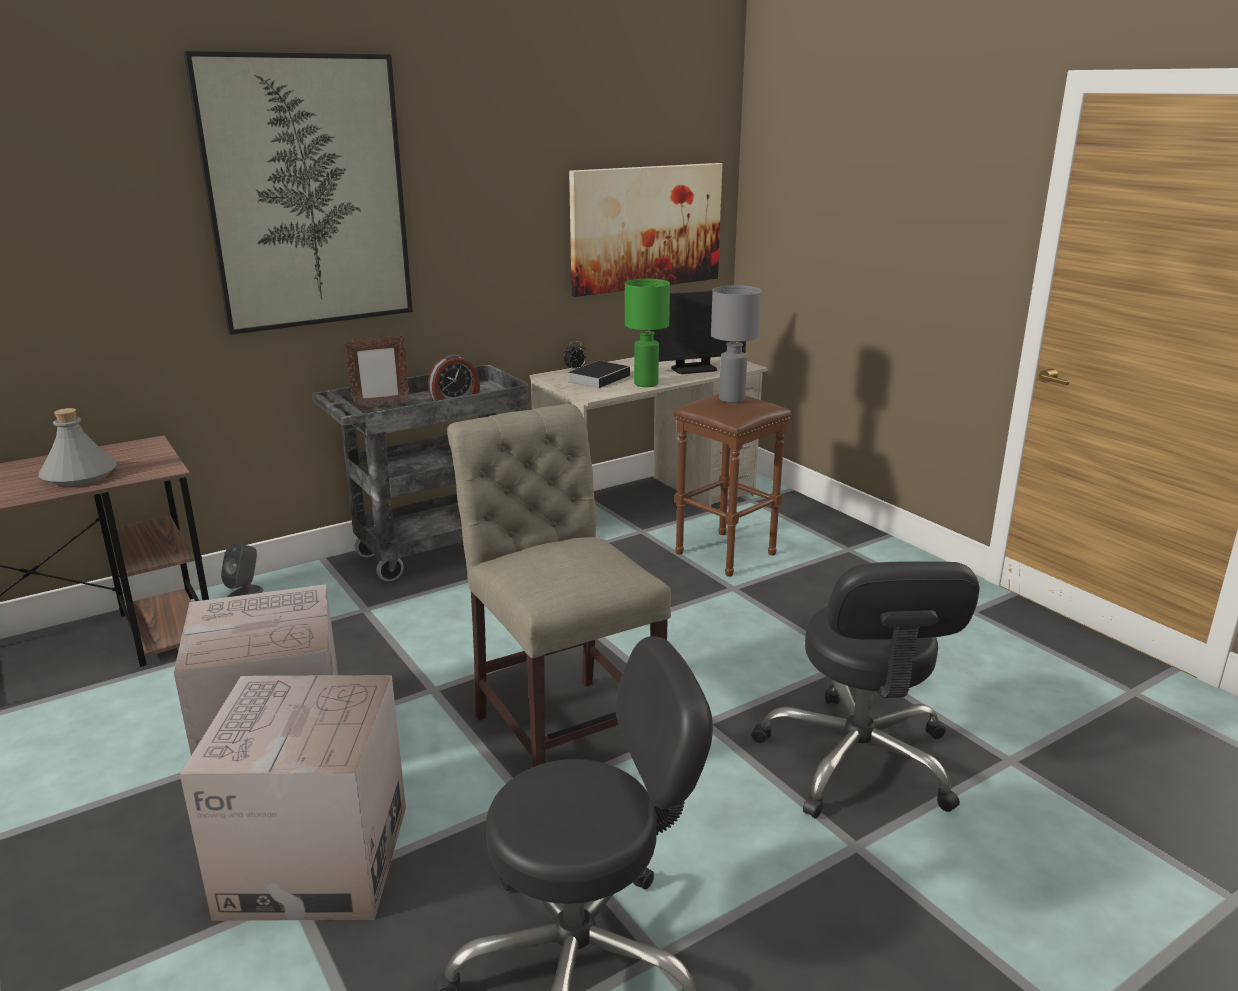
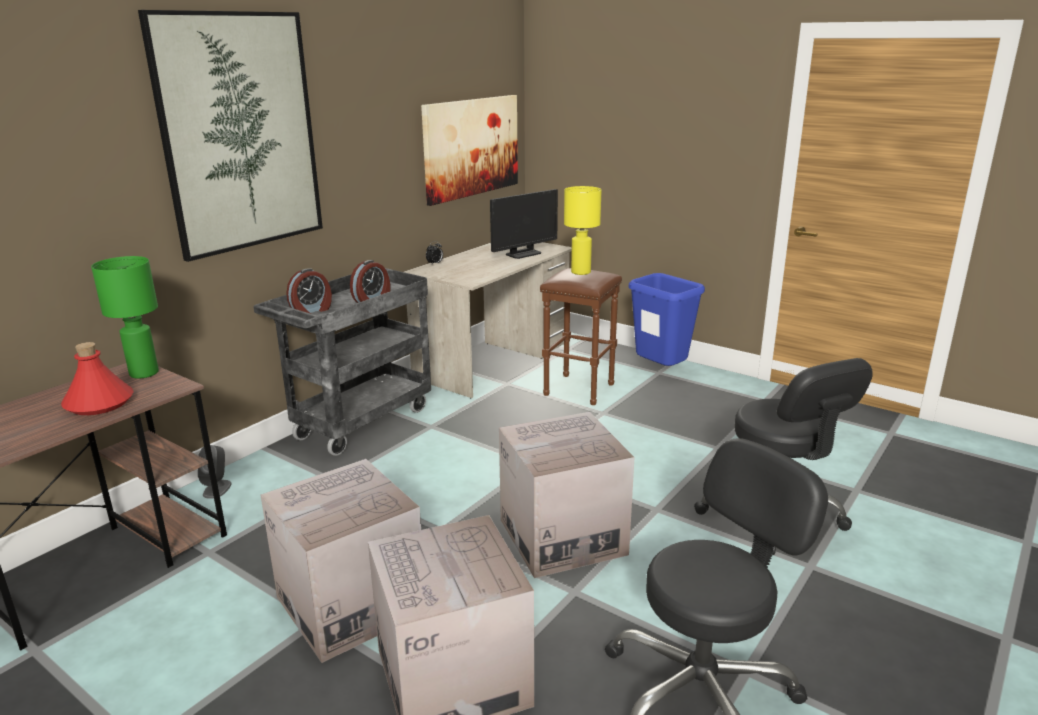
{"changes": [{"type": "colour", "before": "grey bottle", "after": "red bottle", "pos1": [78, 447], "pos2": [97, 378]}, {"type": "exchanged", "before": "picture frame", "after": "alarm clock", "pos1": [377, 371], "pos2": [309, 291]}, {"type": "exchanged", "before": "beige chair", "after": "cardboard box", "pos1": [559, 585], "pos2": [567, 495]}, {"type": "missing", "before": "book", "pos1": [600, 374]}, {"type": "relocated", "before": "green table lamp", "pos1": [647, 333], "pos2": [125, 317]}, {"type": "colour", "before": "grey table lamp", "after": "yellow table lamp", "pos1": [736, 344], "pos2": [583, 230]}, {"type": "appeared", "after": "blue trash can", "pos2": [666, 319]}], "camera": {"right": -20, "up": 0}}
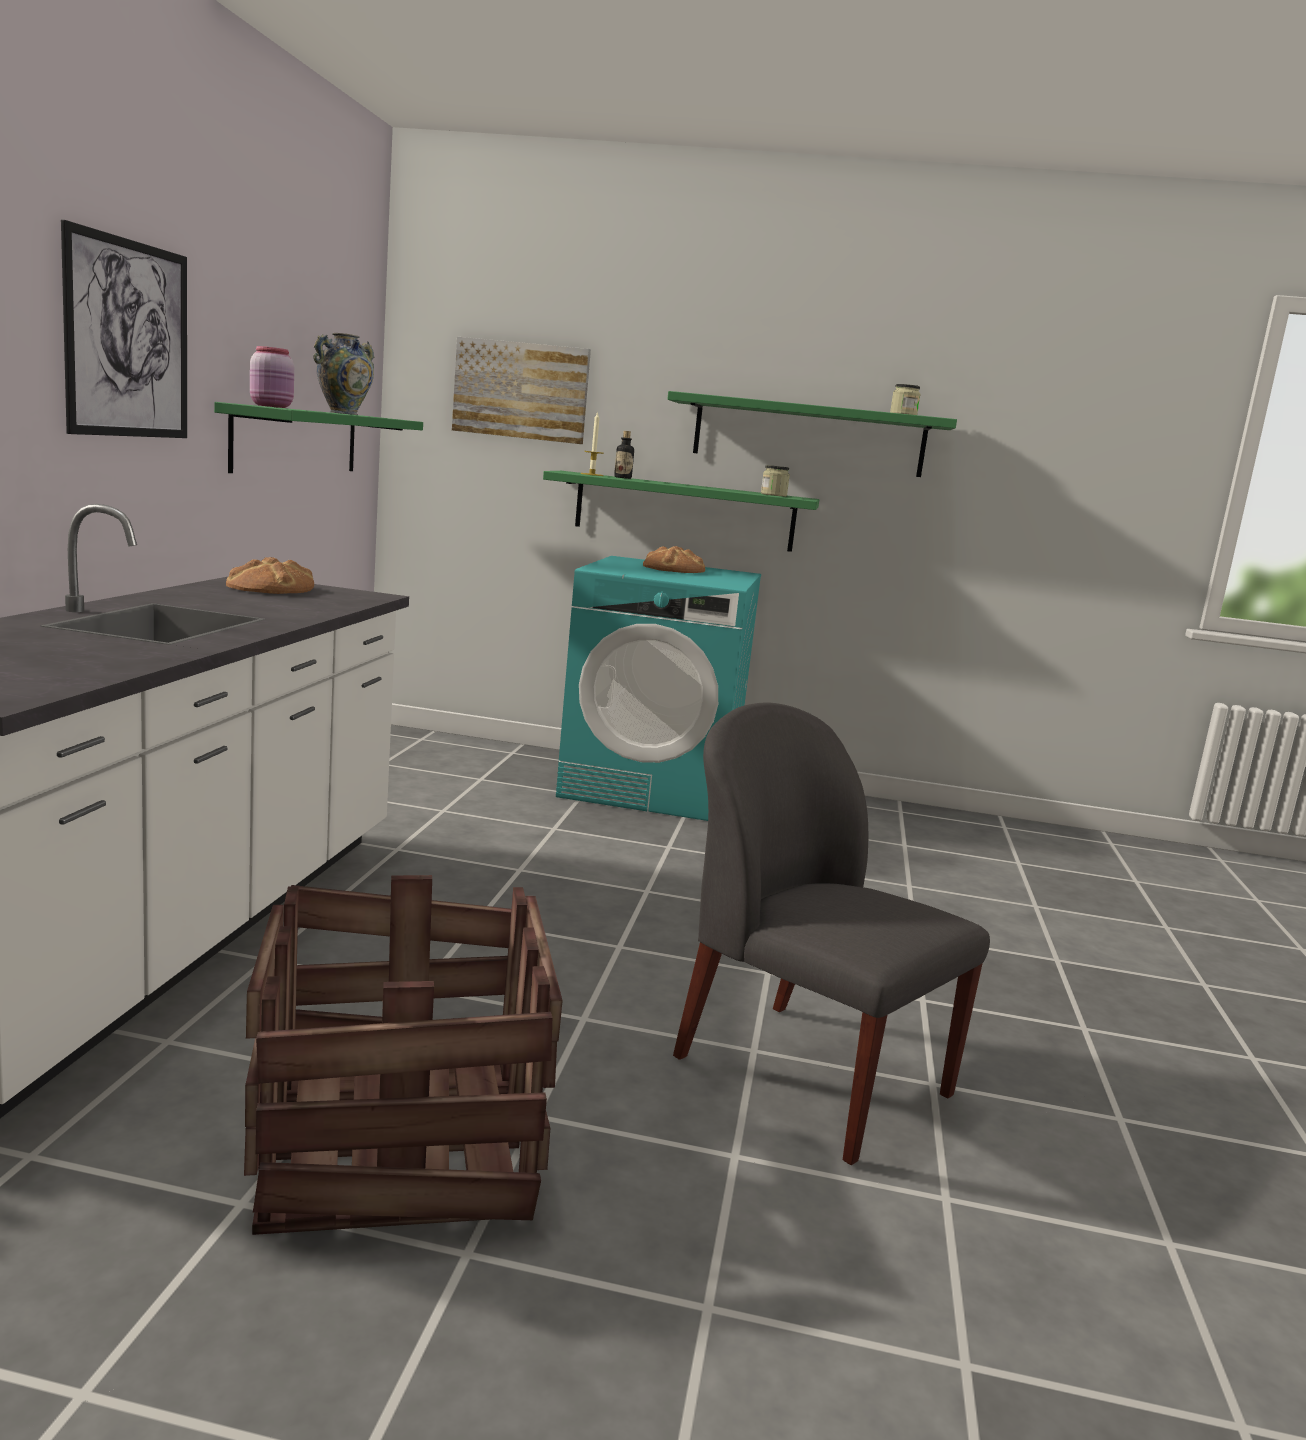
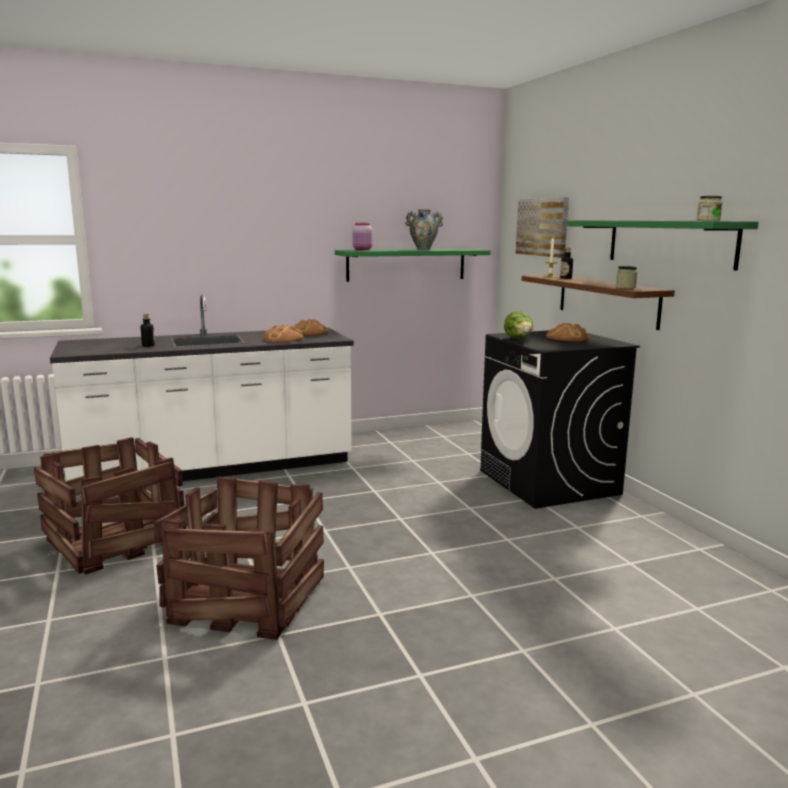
{"changes": [{"type": "missing", "before": "picture", "pos1": [124, 329]}, {"type": "colour", "before": "green shelf", "after": "brown shelf", "pos1": [681, 511], "pos2": [598, 302]}, {"type": "colour", "before": "turquoise washing machine", "after": "black washing machine", "pos1": [658, 688], "pos2": [560, 419]}, {"type": "exchanged", "before": "grey chair", "after": "crate", "pos1": [831, 934], "pos2": [239, 558]}, {"type": "appeared", "after": "bottle", "pos2": [148, 330]}, {"type": "appeared", "after": "bread", "pos2": [283, 333]}, {"type": "appeared", "after": "lettuce", "pos2": [518, 325]}], "camera": {"right": 60, "up": 0}}
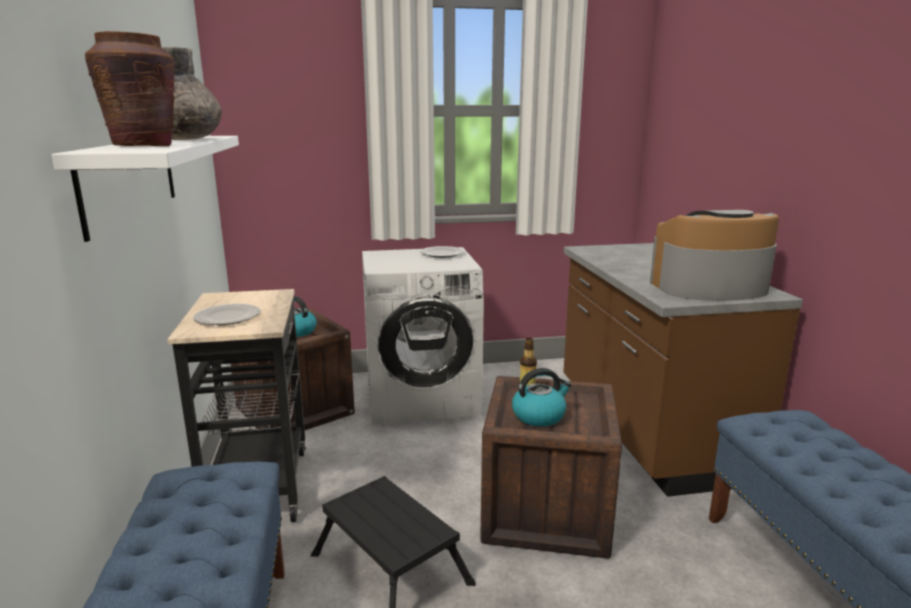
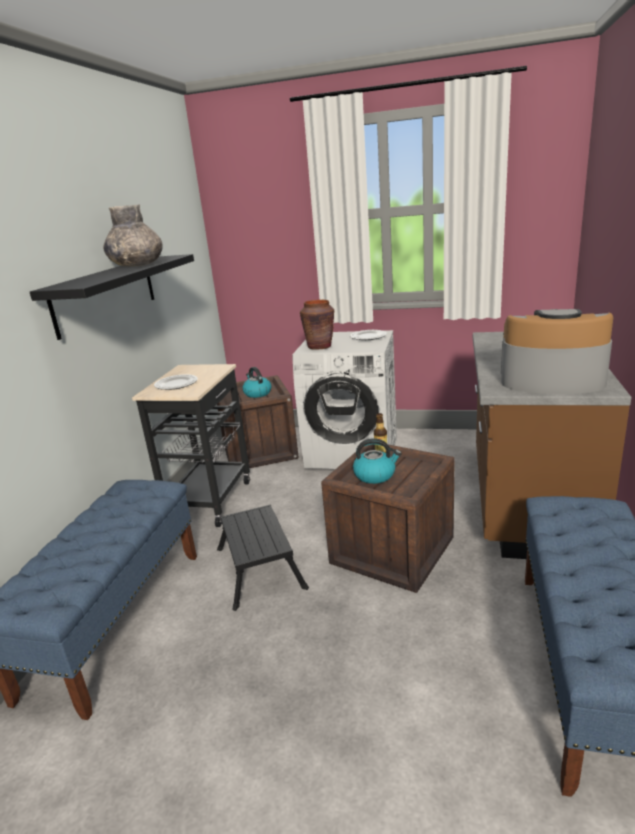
{"changes": [{"type": "colour", "before": "white shelf", "after": "black shelf", "pos1": [145, 189], "pos2": [112, 297]}, {"type": "relocated", "before": "brown vase", "pos1": [130, 88], "pos2": [317, 325]}], "camera": {"right": 25, "up": 5}}
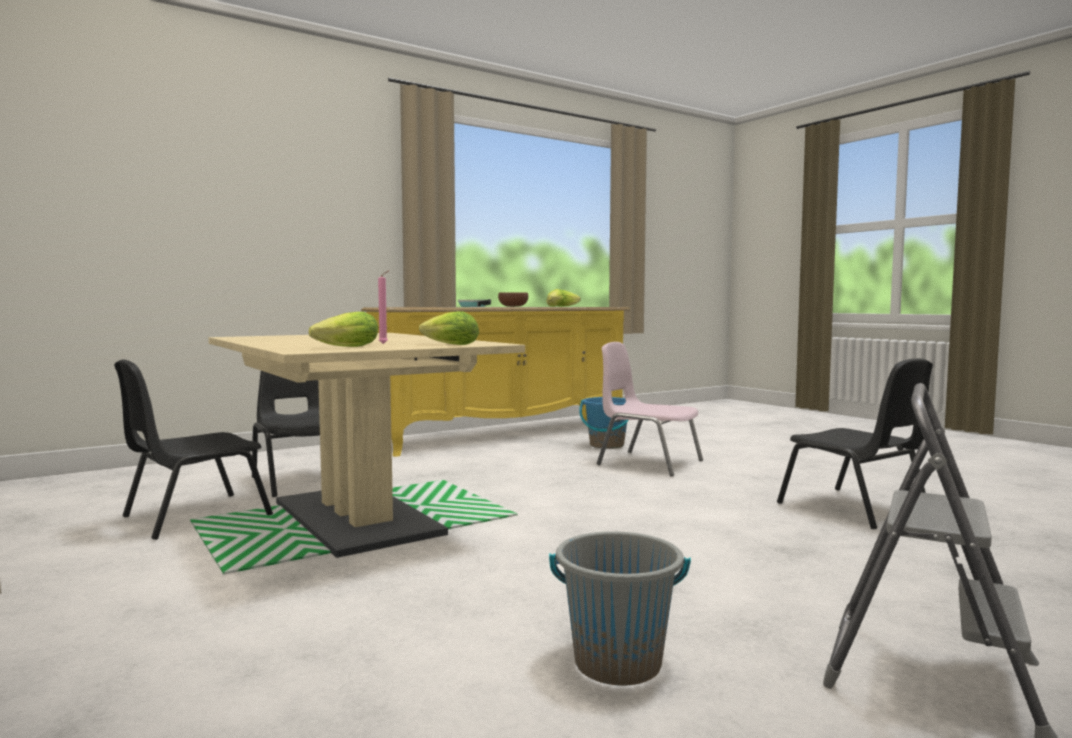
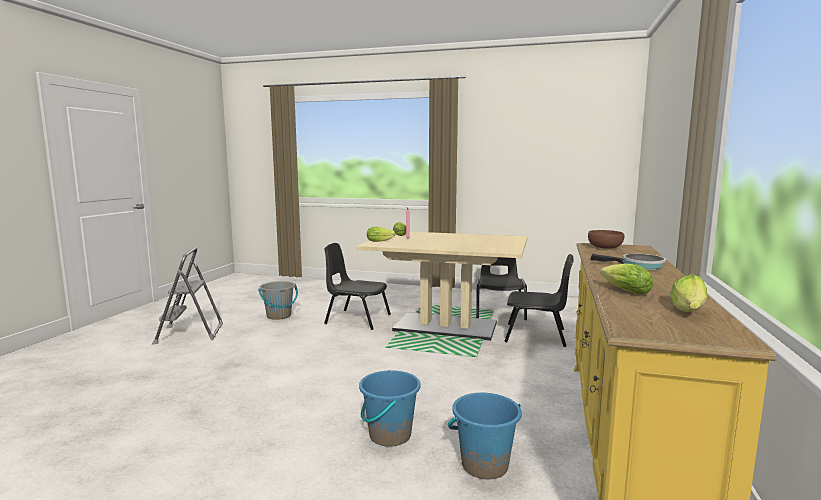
{"changes": [{"type": "relocated", "before": "brown bowl", "pos1": [513, 299], "pos2": [606, 239]}, {"type": "exchanged", "before": "pink chair", "after": "blue bucket", "pos1": [650, 409], "pos2": [390, 408]}, {"type": "relocated", "before": "black chair", "pos1": [855, 443], "pos2": [357, 286]}], "camera": {"right": 140, "up": 5}}
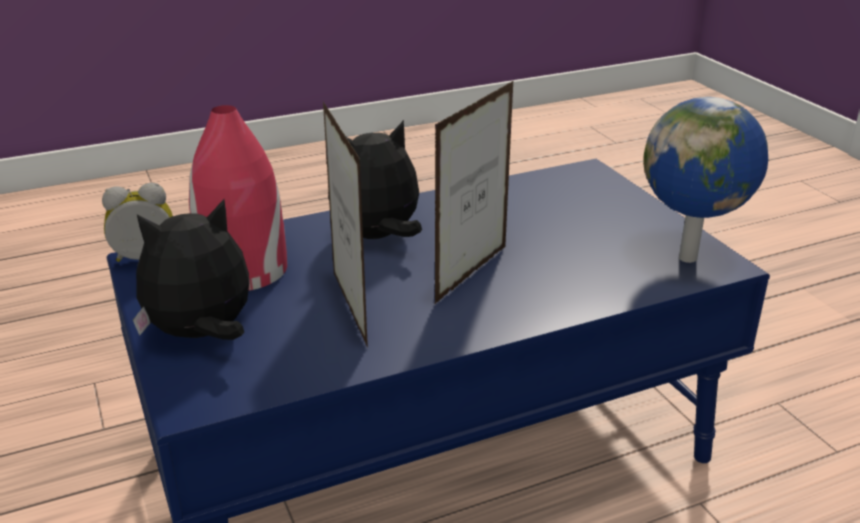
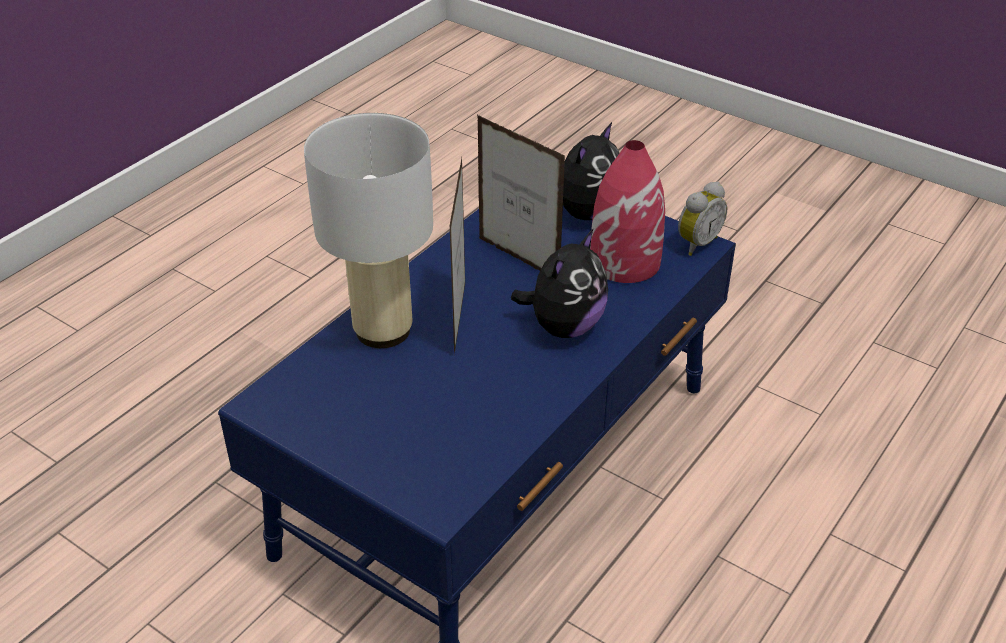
{"changes": [{"type": "missing", "before": "globe", "pos1": [705, 180]}, {"type": "appeared", "after": "white table lamp", "pos2": [368, 230]}], "camera": {"right": 150, "up": 10}}
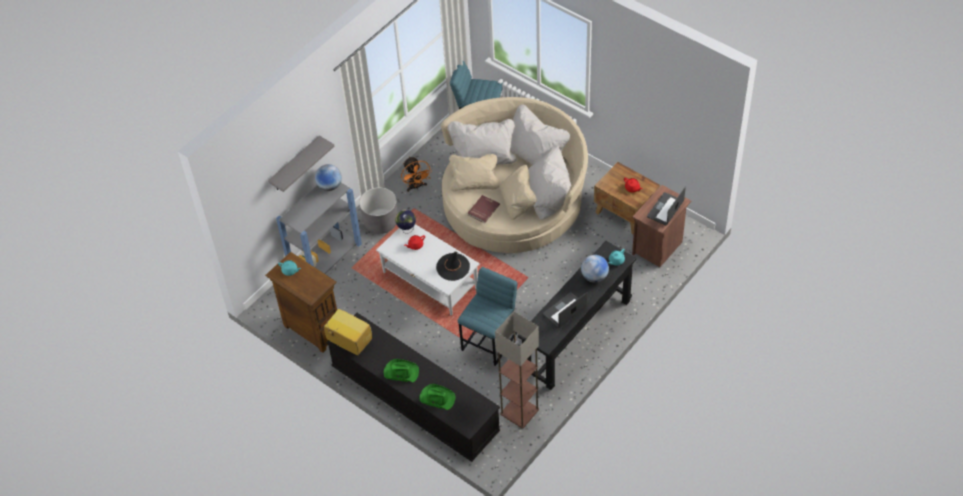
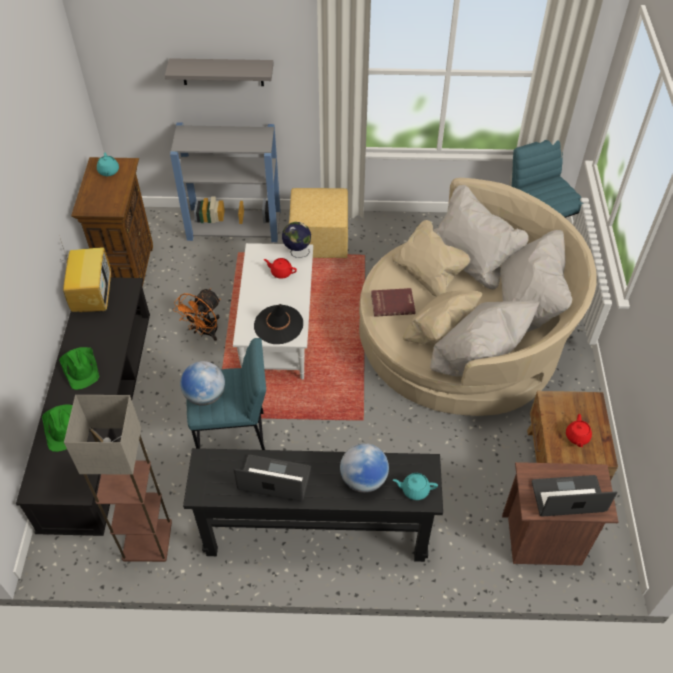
{"changes": [{"type": "relocated", "before": "globe", "pos1": [328, 177], "pos2": [202, 383]}, {"type": "exchanged", "before": "grey planter", "after": "yellow ottoman", "pos1": [378, 210], "pos2": [318, 223]}, {"type": "relocated", "before": "orange fan", "pos1": [416, 174], "pos2": [197, 314]}], "camera": {"right": 50, "up": 0}}
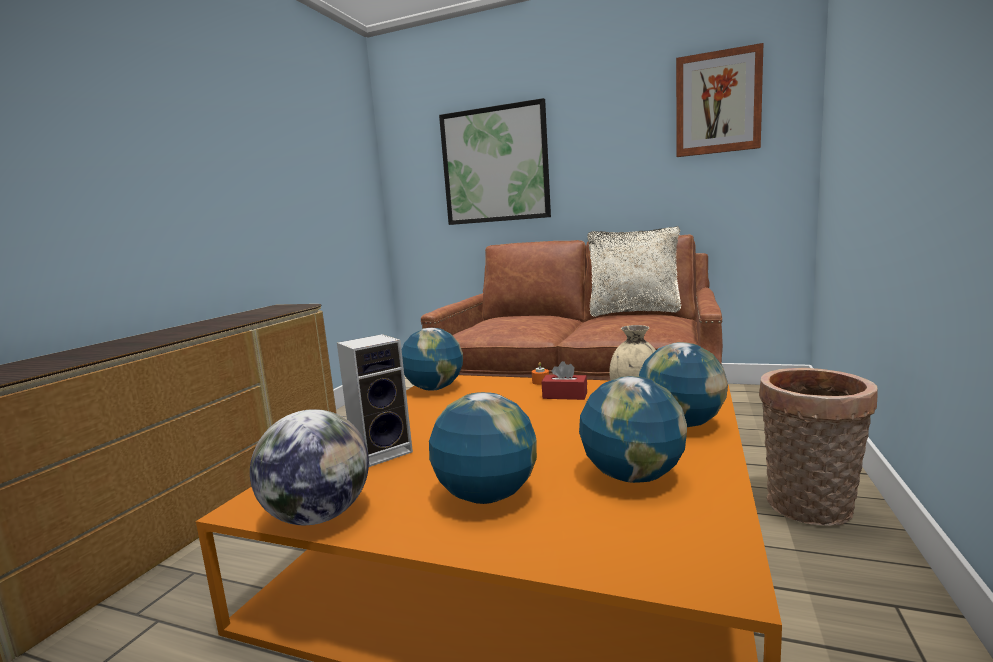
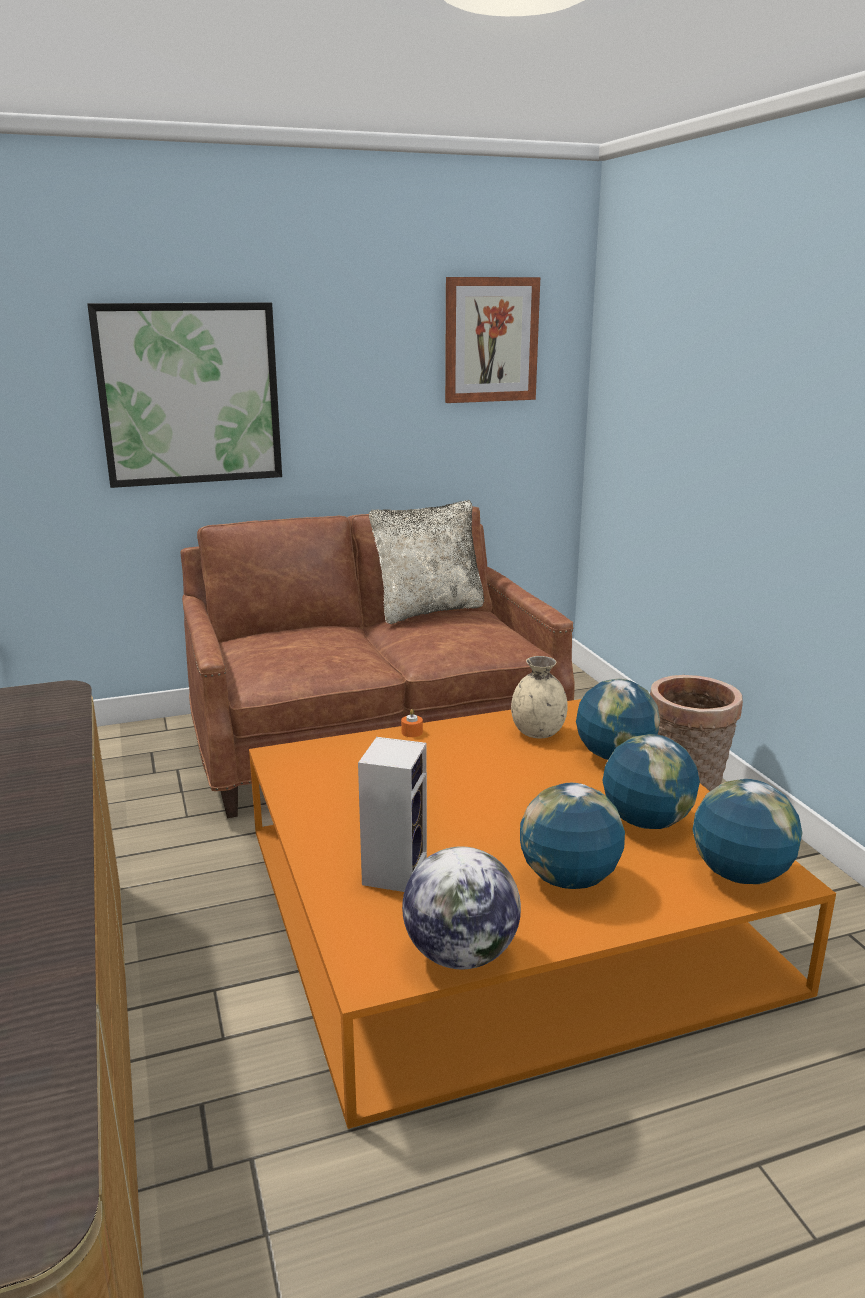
{"changes": [{"type": "relocated", "before": "globe", "pos1": [432, 359], "pos2": [747, 831]}, {"type": "missing", "before": "red tissue box", "pos1": [564, 380]}], "camera": {"right": -40, "up": 10}}
